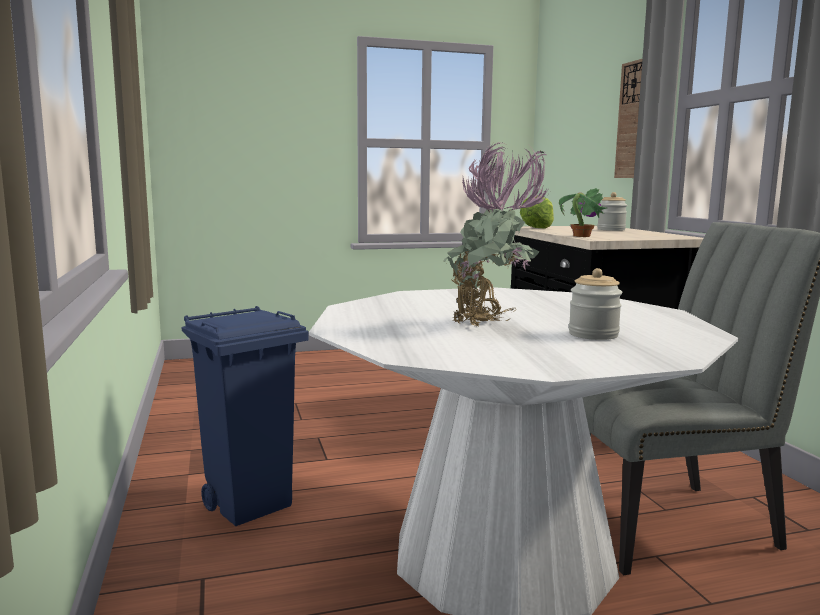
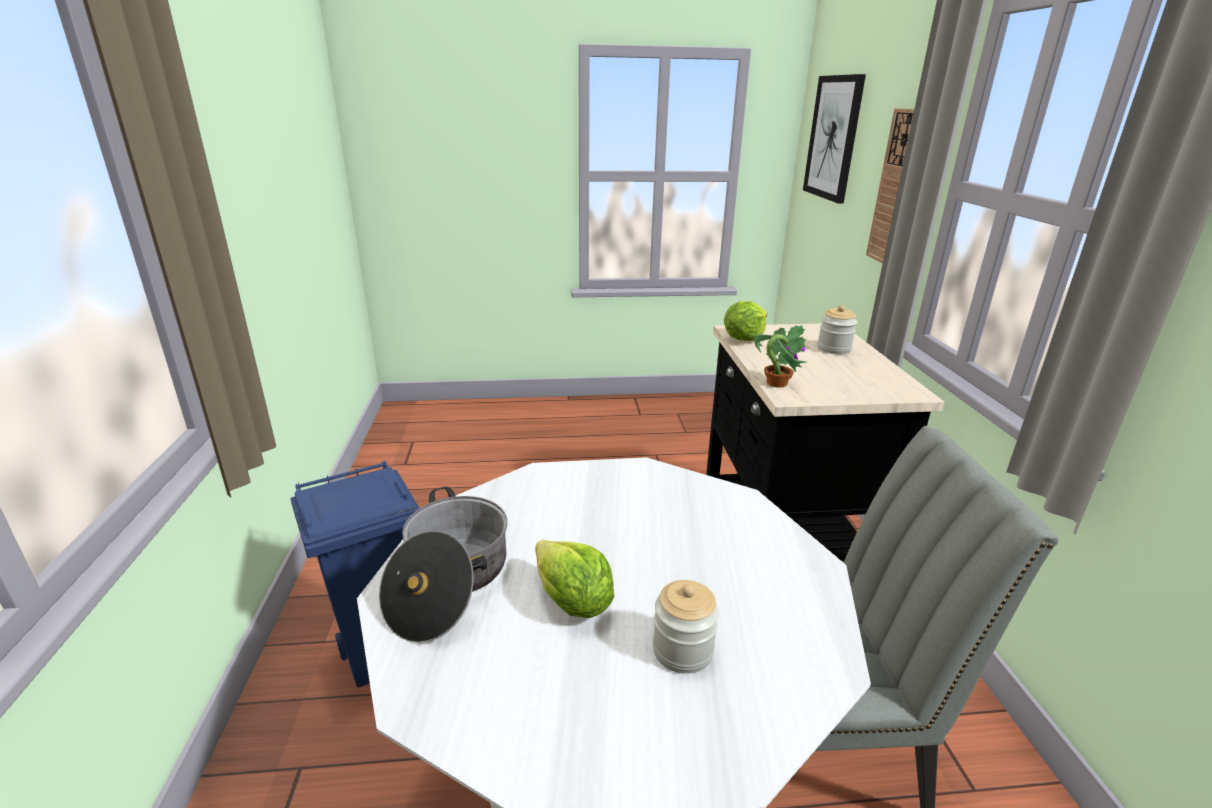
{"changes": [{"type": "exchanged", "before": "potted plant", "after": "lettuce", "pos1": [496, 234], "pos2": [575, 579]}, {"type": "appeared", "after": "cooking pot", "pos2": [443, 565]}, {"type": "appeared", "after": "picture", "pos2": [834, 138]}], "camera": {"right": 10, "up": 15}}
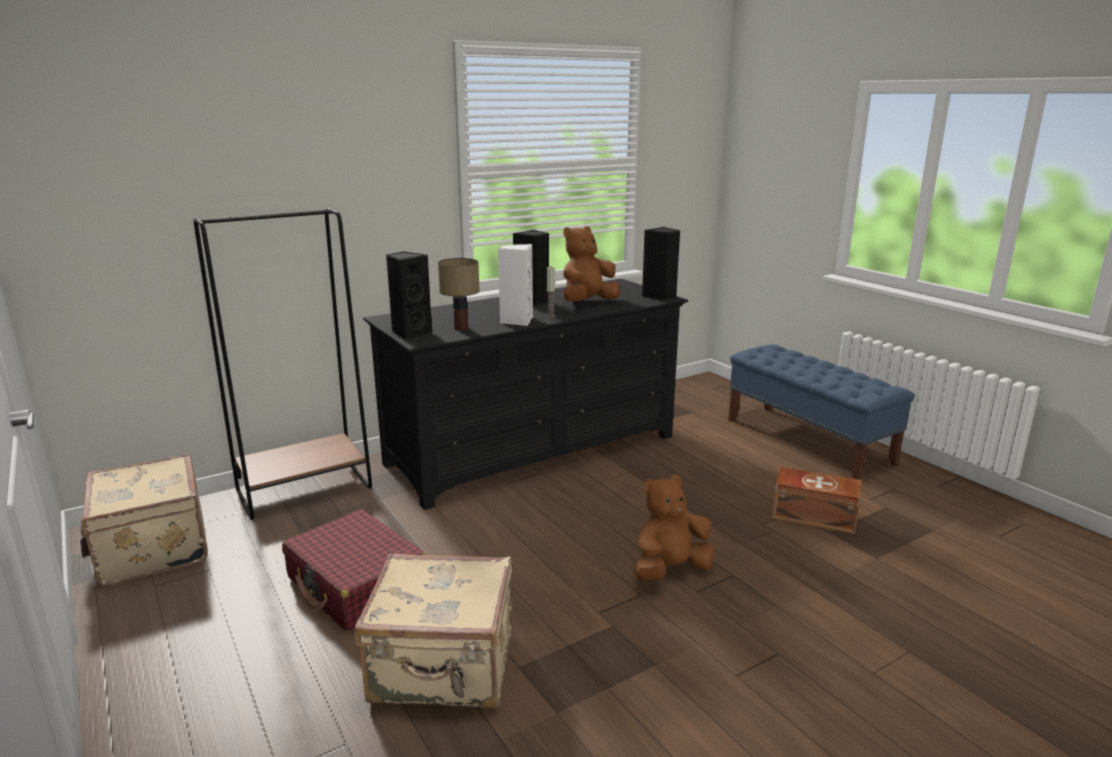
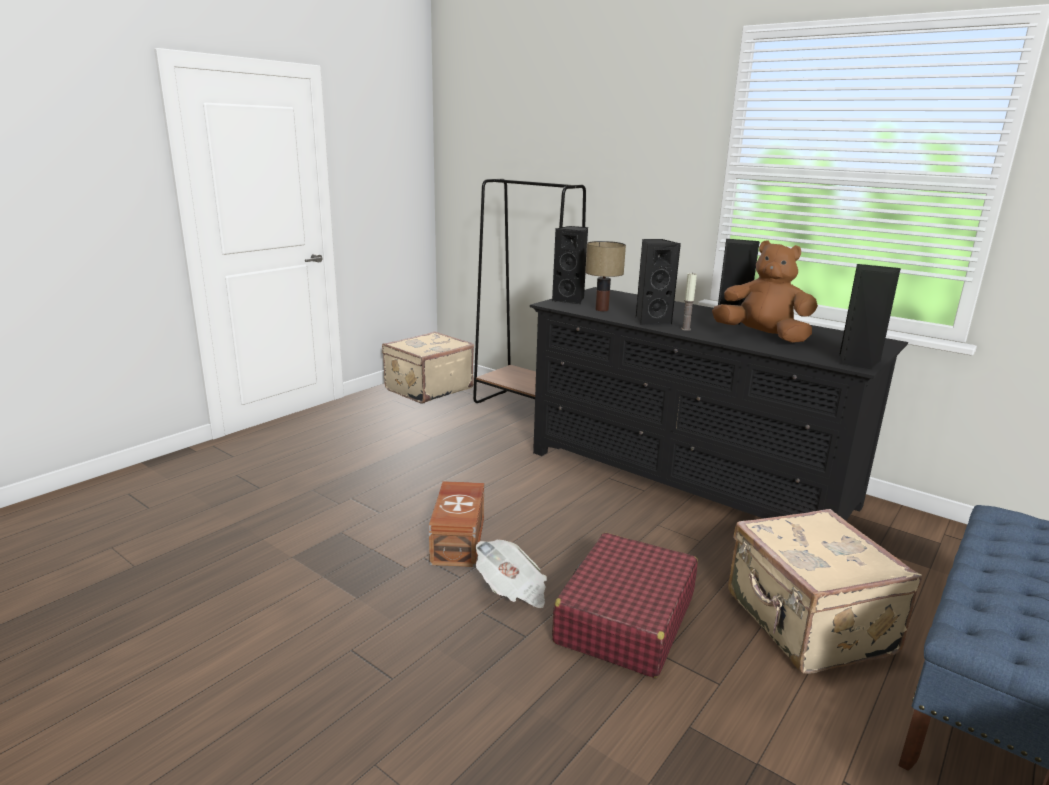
{"changes": [{"type": "relocated", "before": "red suitcase", "pos1": [354, 570], "pos2": [625, 605]}, {"type": "relocated", "before": "beige suitcase", "pos1": [433, 631], "pos2": [825, 591]}, {"type": "colour", "before": "white speaker", "after": "black speaker", "pos1": [515, 285], "pos2": [658, 282]}, {"type": "exchanged", "before": "brown plush toy", "after": "newspaper", "pos1": [674, 528], "pos2": [511, 574]}, {"type": "relocated", "before": "brown storage box", "pos1": [817, 500], "pos2": [456, 524]}], "camera": {"right": 70, "up": 0}}
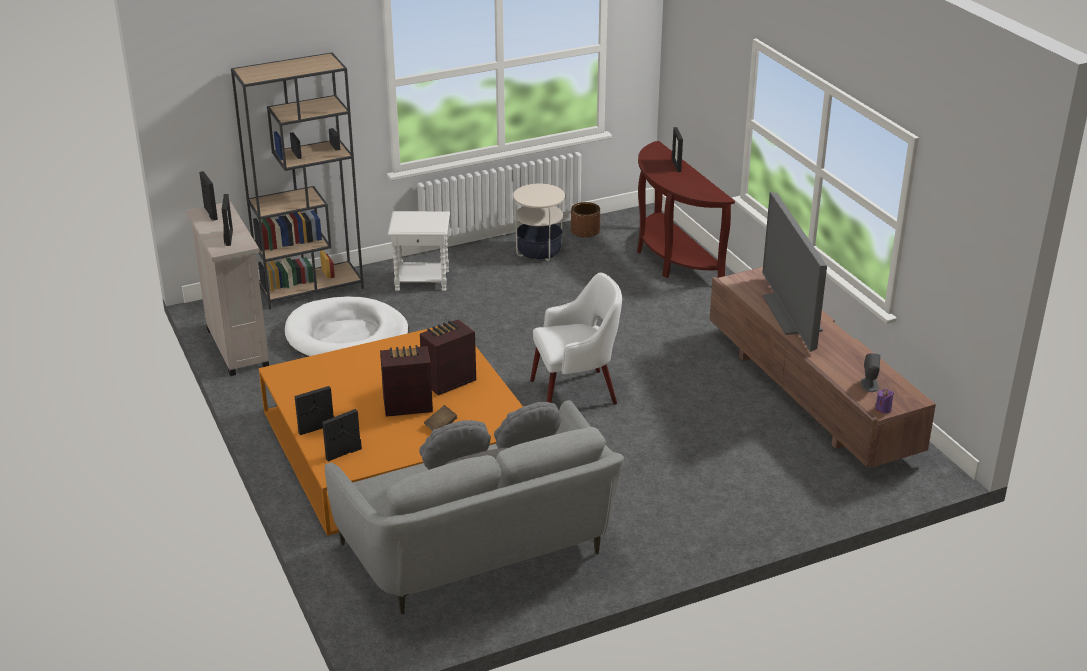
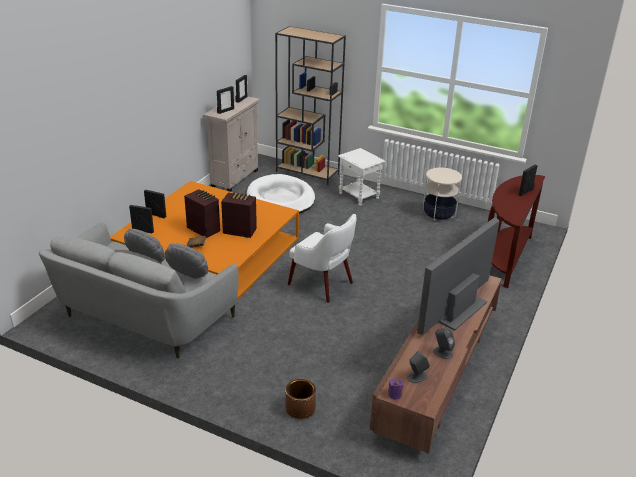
{"changes": [{"type": "relocated", "before": "brown planter", "pos1": [585, 220], "pos2": [300, 399]}, {"type": "appeared", "after": "grey speaker", "pos2": [444, 343]}], "camera": {"right": 50, "up": 0}}
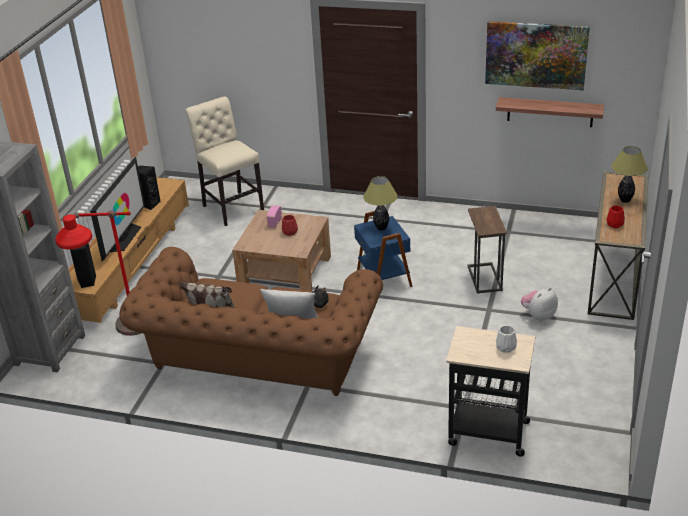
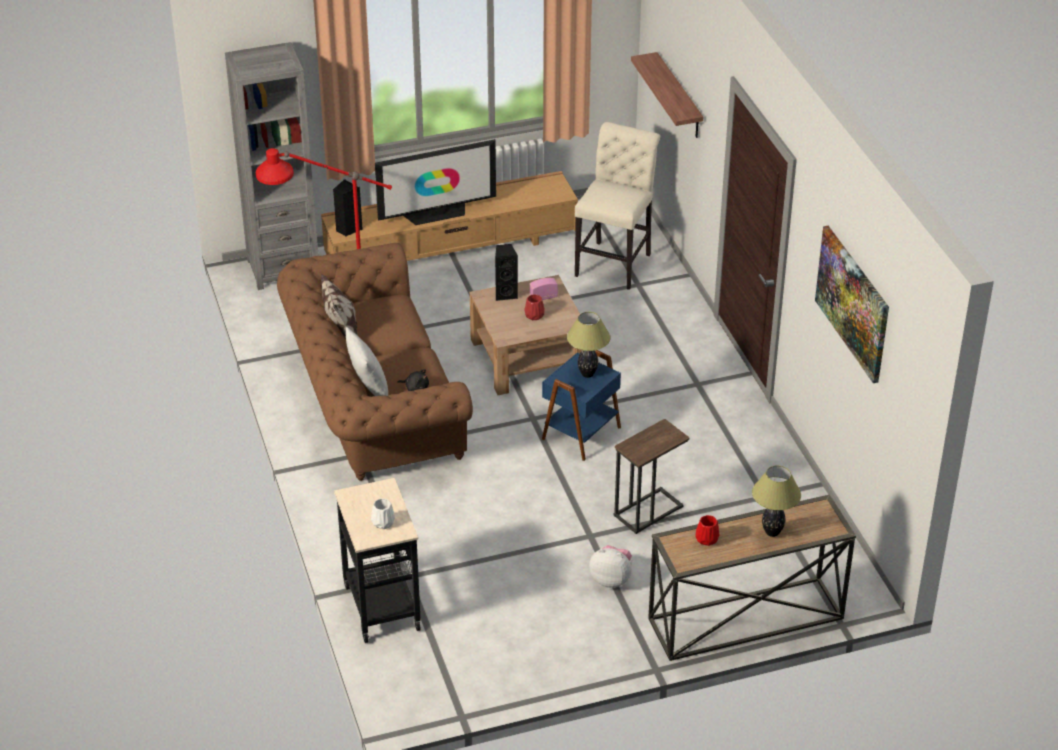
{"changes": [{"type": "relocated", "before": "black speaker", "pos1": [149, 187], "pos2": [506, 272]}, {"type": "relocated", "before": "shelf", "pos1": [550, 112], "pos2": [667, 95]}], "camera": {"right": 55, "up": 5}}
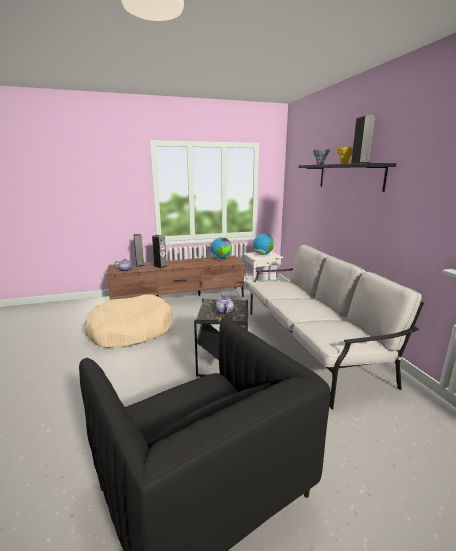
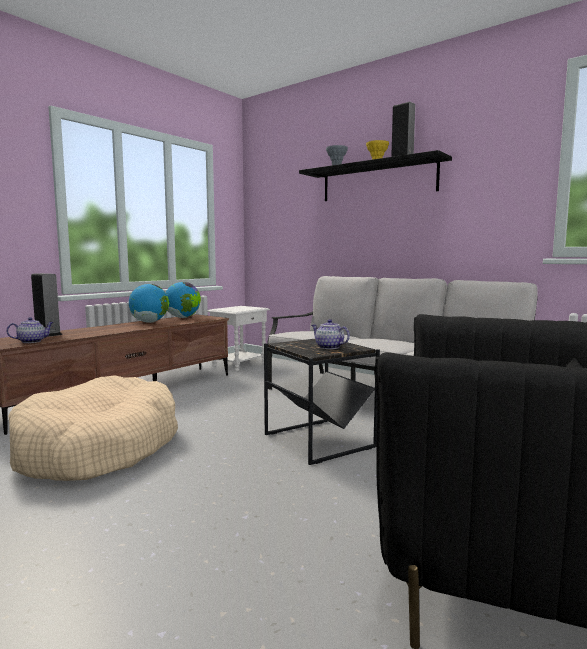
{"changes": [{"type": "missing", "before": "speaker", "pos1": [160, 251]}, {"type": "relocated", "before": "globe", "pos1": [263, 244], "pos2": [149, 303]}], "camera": {"right": -35, "up": -10}}
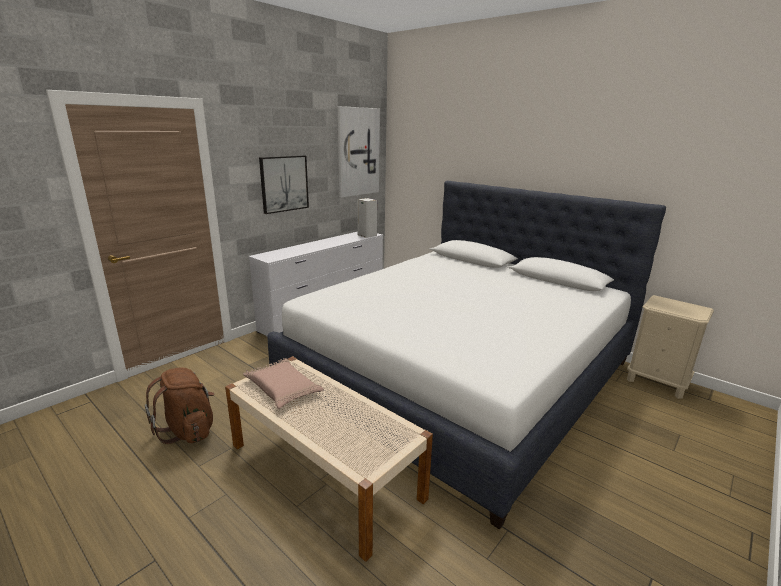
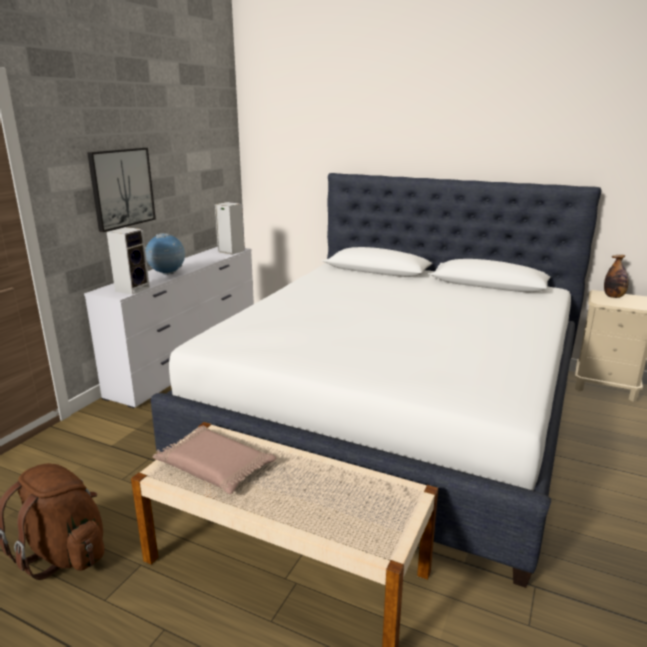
{"changes": [{"type": "missing", "before": "picture", "pos1": [358, 151]}, {"type": "appeared", "after": "speaker", "pos2": [128, 261]}, {"type": "appeared", "after": "globe", "pos2": [165, 254]}, {"type": "appeared", "after": "bottle", "pos2": [616, 276]}], "camera": {"right": -15, "up": 0}}
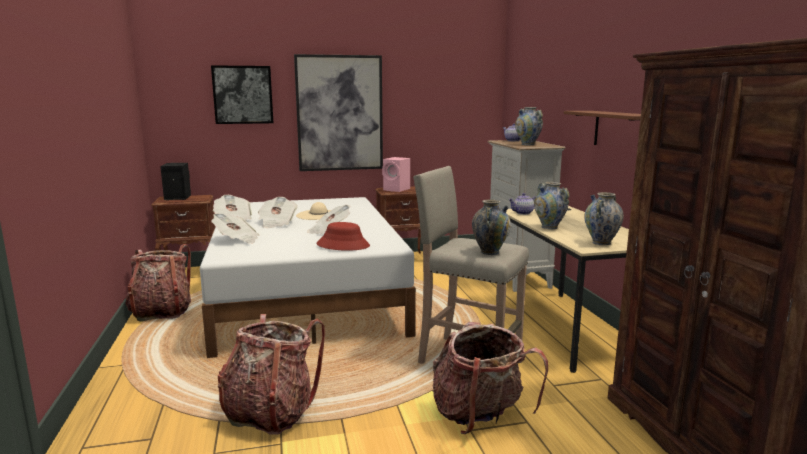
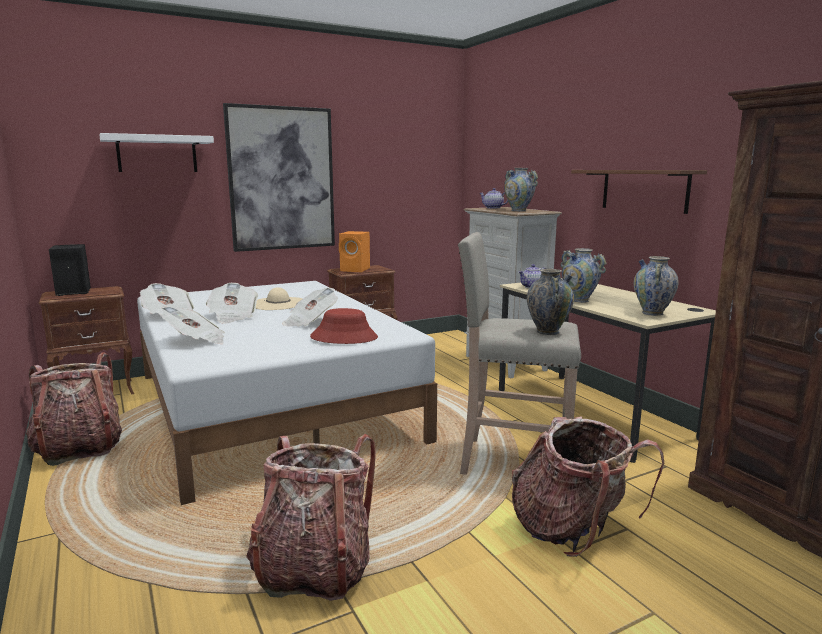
{"changes": [{"type": "exchanged", "before": "picture", "after": "white shelf", "pos1": [242, 94], "pos2": [157, 152]}, {"type": "colour", "before": "pink speaker", "after": "orange speaker", "pos1": [396, 174], "pos2": [354, 251]}], "camera": {"right": -15, "up": 0}}
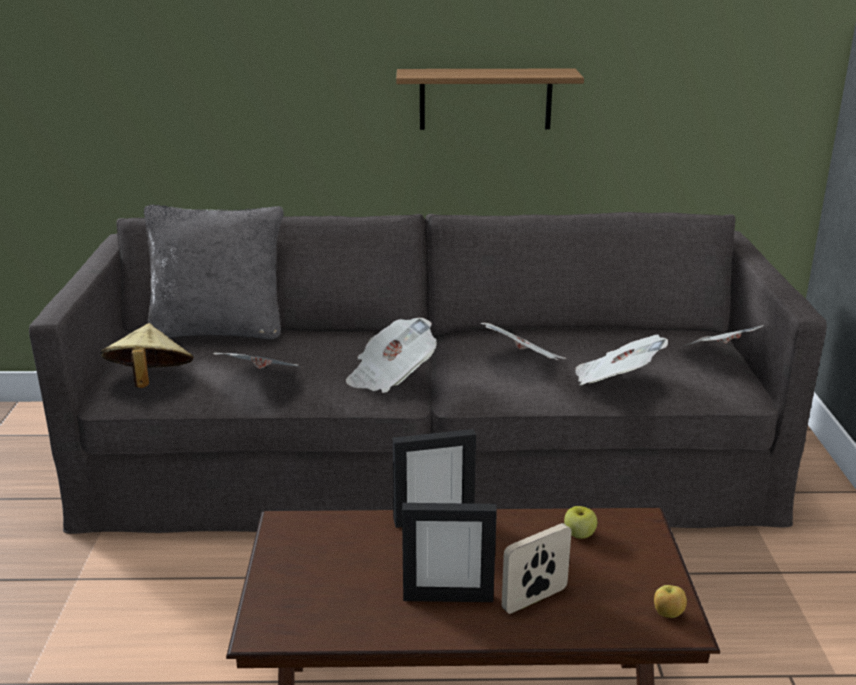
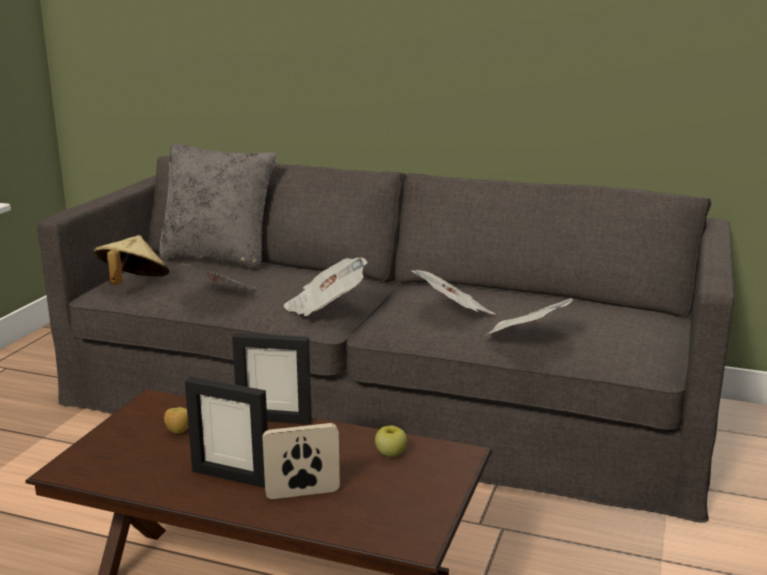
{"changes": [{"type": "missing", "before": "shelf", "pos1": [490, 99]}, {"type": "relocated", "before": "apple", "pos1": [670, 601], "pos2": [176, 420]}, {"type": "missing", "before": "newspaper", "pos1": [721, 336]}], "camera": {"right": 20, "up": -5}}
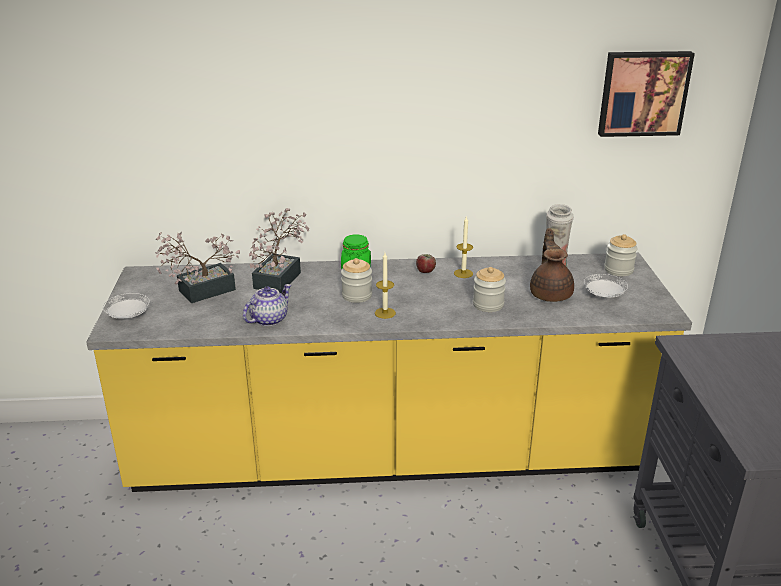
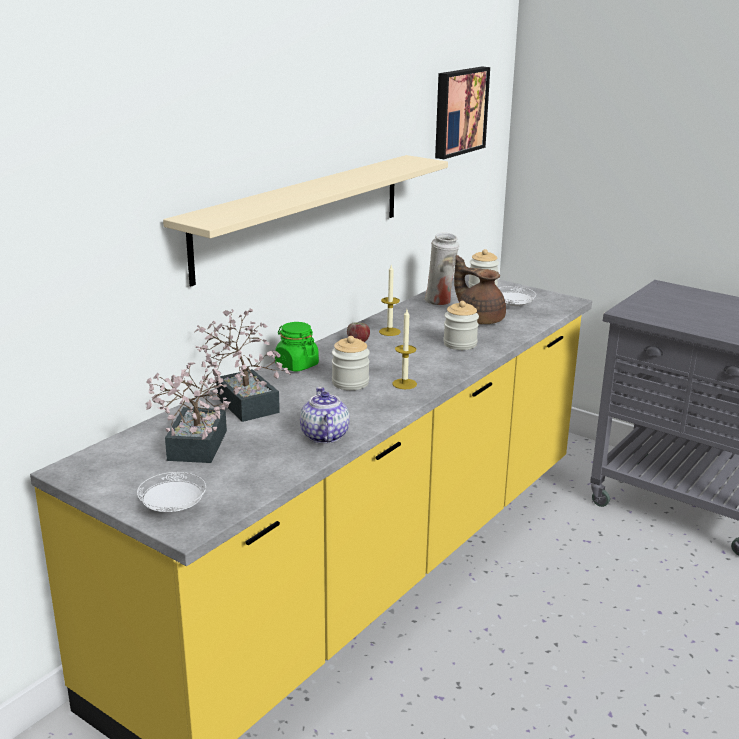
{"changes": [{"type": "appeared", "after": "beige shelf", "pos2": [305, 220]}], "camera": {"right": -50, "up": -5}}
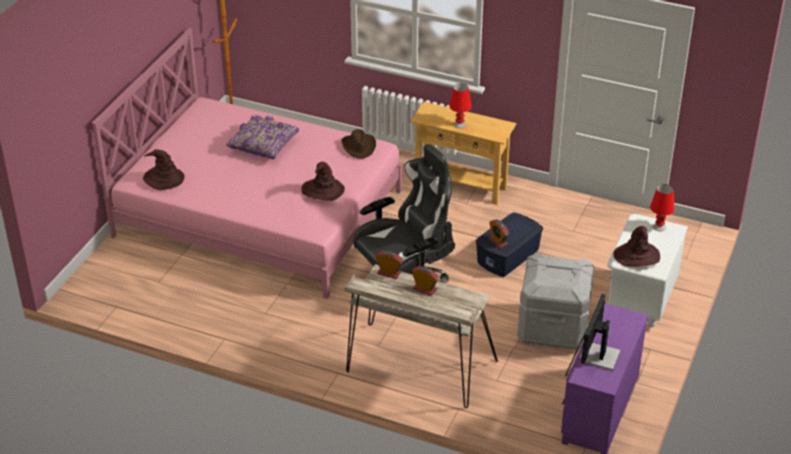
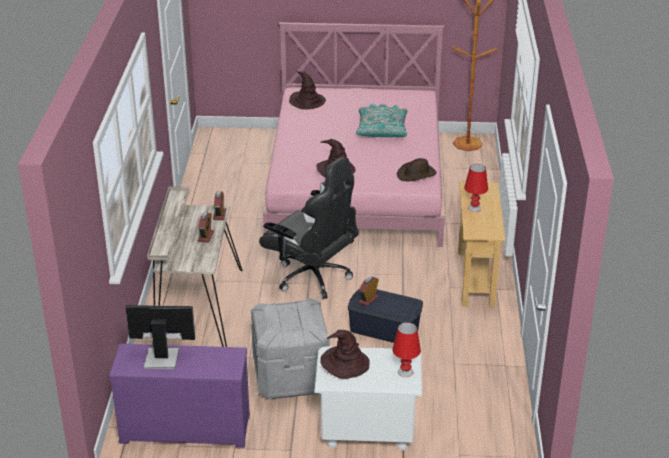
{"changes": [{"type": "colour", "before": "purple pillow", "after": "turquoise pillow", "pos1": [262, 137], "pos2": [382, 120]}], "camera": {"right": 70, "up": -5}}
